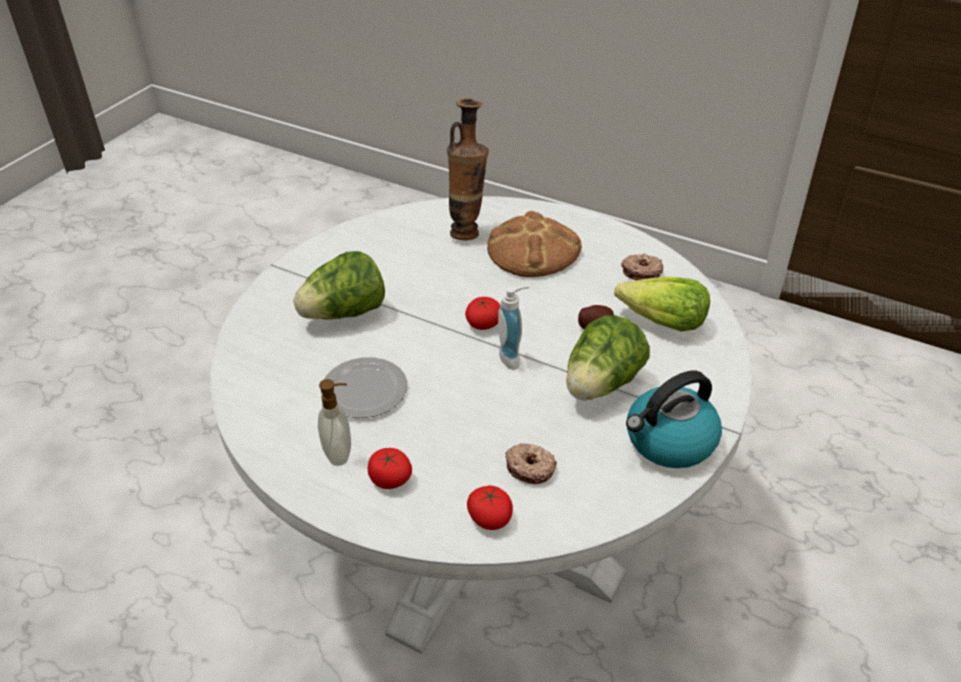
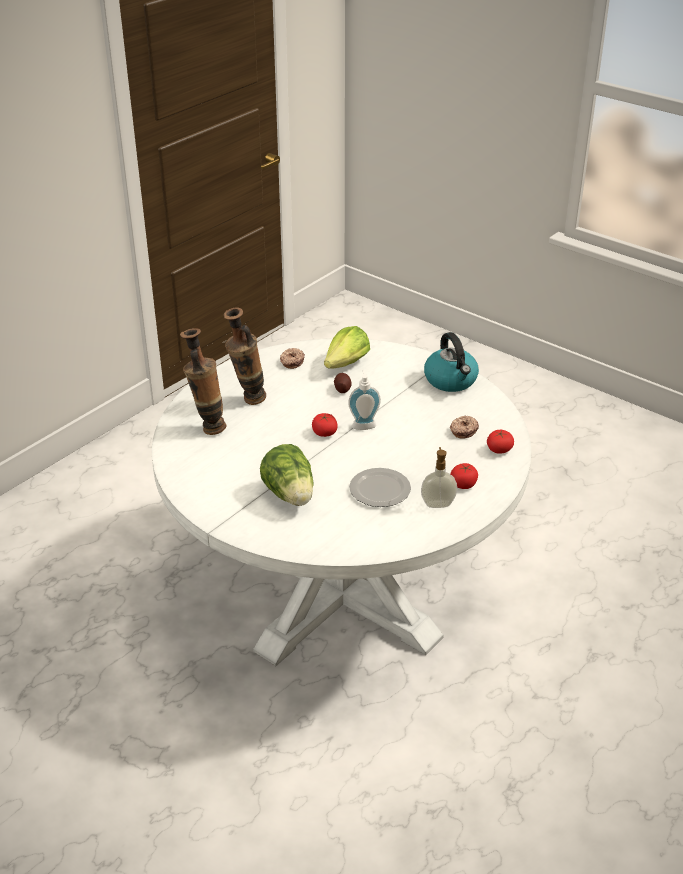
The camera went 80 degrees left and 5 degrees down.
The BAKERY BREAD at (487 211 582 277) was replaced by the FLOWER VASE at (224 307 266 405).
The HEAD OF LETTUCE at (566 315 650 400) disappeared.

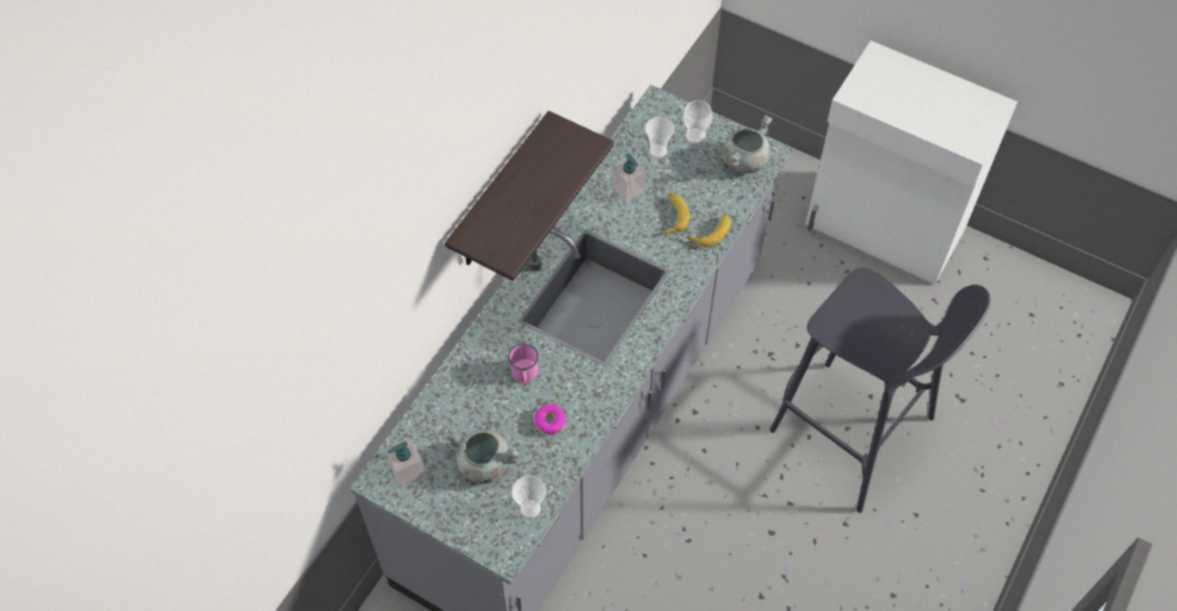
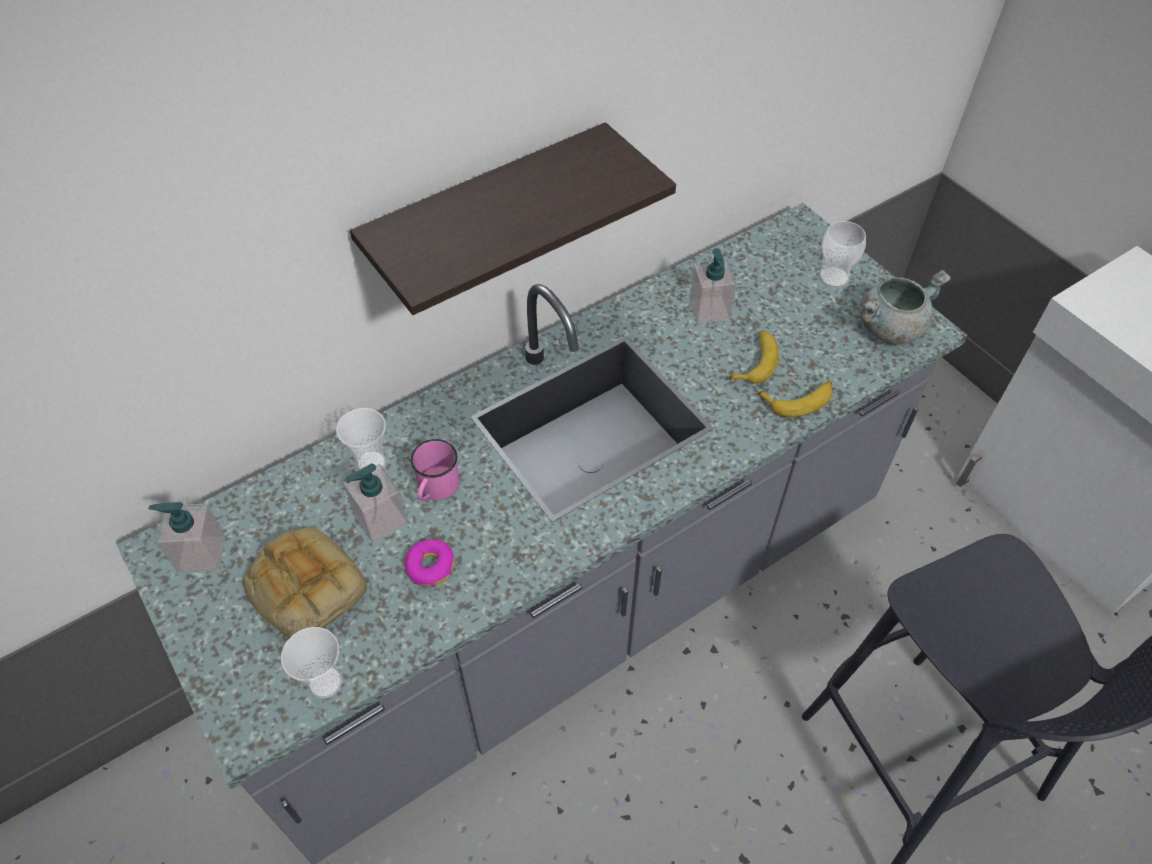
The camera went 25 degrees right and 5 degrees down.
The GREY STOCKPOT at (442 429 520 484) was replaced by the BAKERY BREAD at (243 527 367 638).
The SMALL CUP moved from (645 117 674 158) to (336 408 386 470).
The SOAP DISPENSER at (343 464 408 544) appeared.

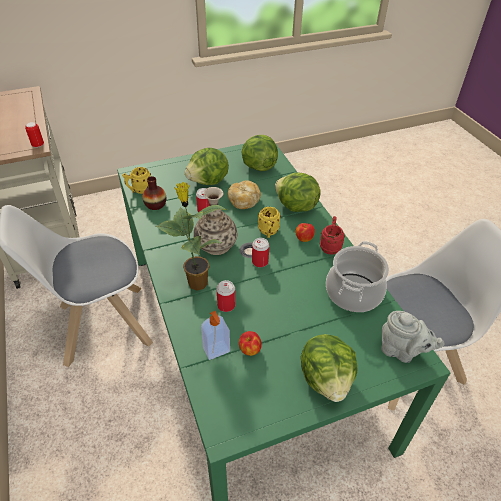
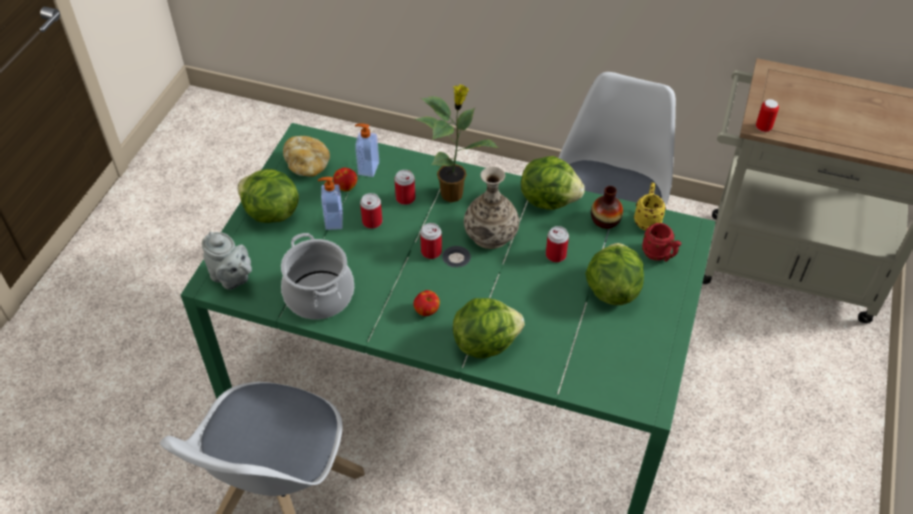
The camera went 130 degrees right and 5 degrees up.
The BAKERY BREAD moved from (227 180 261 209) to (283 136 330 177).
The HEAD OF LETTUCE moved from (242 135 278 171) to (521 156 585 210).
The YELLOW-COLOURED COFFEE MUG at (258 207 281 238) disappeared.
The RED-COLOURED COFFEE MUG moved from (319 216 345 255) to (642 223 681 262).
The GREY TEAPOT at (381 311 444 363) turned 120 degrees counterclockwise.
The SOAP DISPENSER at (318 177 343 230) appeared.
The SEALED CAN at (360 193 382 229) appeared.

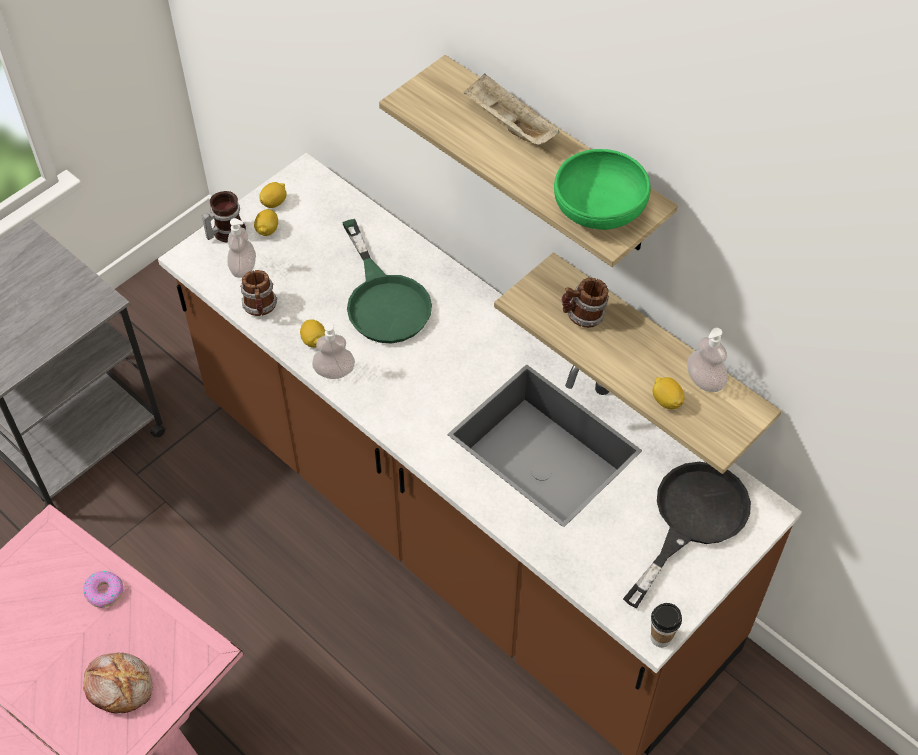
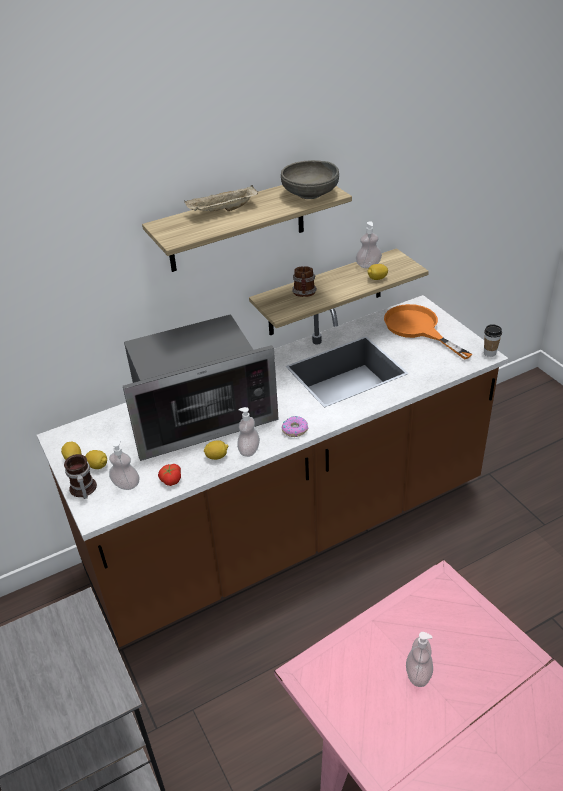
The camera went 70 degrees left and 15 degrees down.
The BAKERY BREAD at (83 652 152 714) disappeared.
The RING DOUGHNUT moved from (84 571 124 608) to (282 416 308 437).
The COFFEE MUG at (240 270 278 316) was replaced by the TOMATO at (158 464 181 486).
The GREEN PAN at (342 219 432 343) was replaced by the MICROWAVE at (123 314 279 461).
The GREEN DEEP DISH at (554 149 651 230) became the GREY DEEP DISH at (281 160 339 199).
The BLACKISH PAN at (623 462 751 608) became the ORANGE-COLOURED PAN at (384 304 472 360).
The SOAP DISPENSER at (406 632 433 687) appeared.

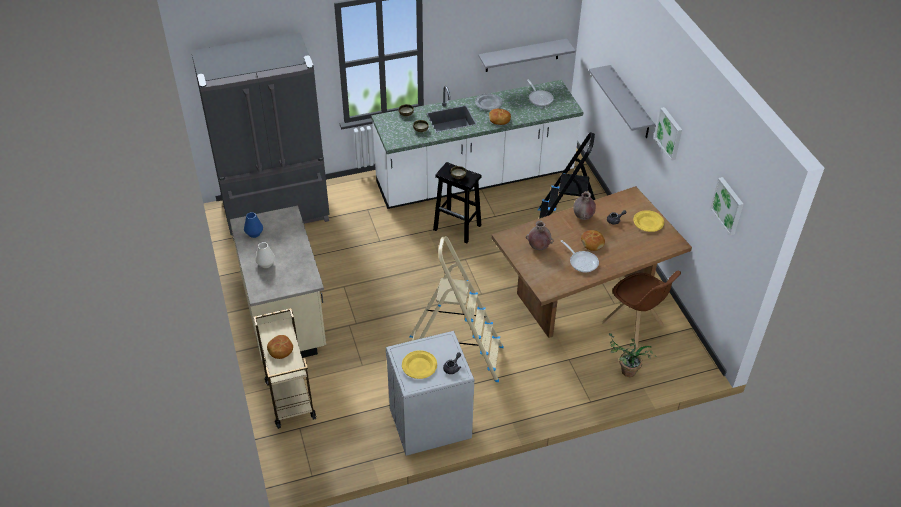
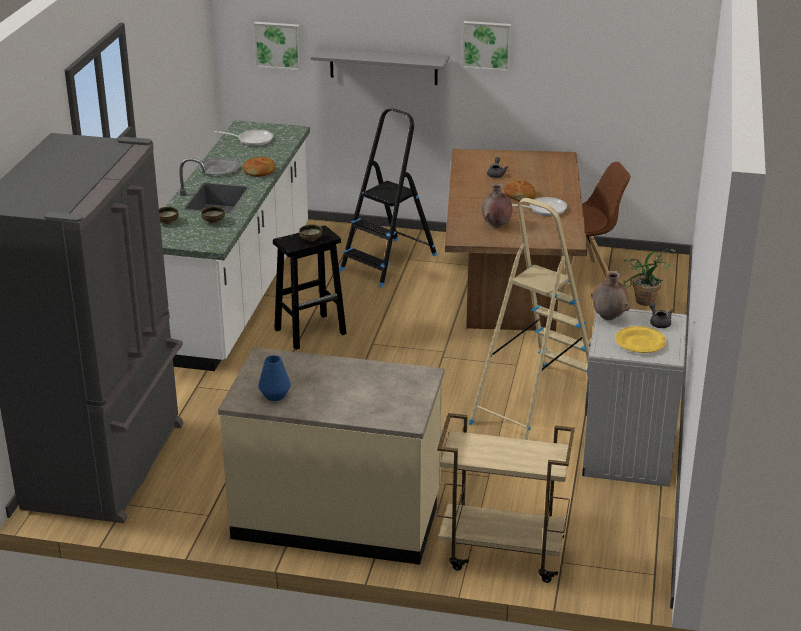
The camera went 60 degrees left and 15 degrees down.
The WHITE FLOWER VASE at (255 242 275 268) disappeared.
The BAKERY BREAD at (267 335 293 359) disappeared.
The GREY SHELF at (478 39 576 72) disappeared.
The BROWNISH FLOWER VASE moved from (573 191 596 220) to (591 271 630 320).
The YELLOW-COLOURED DINNER PLATE at (633 210 664 232) disappeared.
The WALL ART moved from (710 177 743 235) to (254 22 301 70).

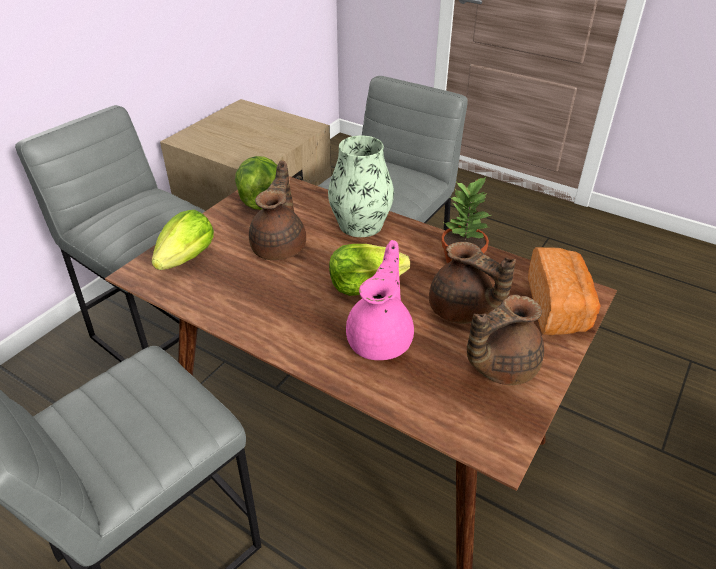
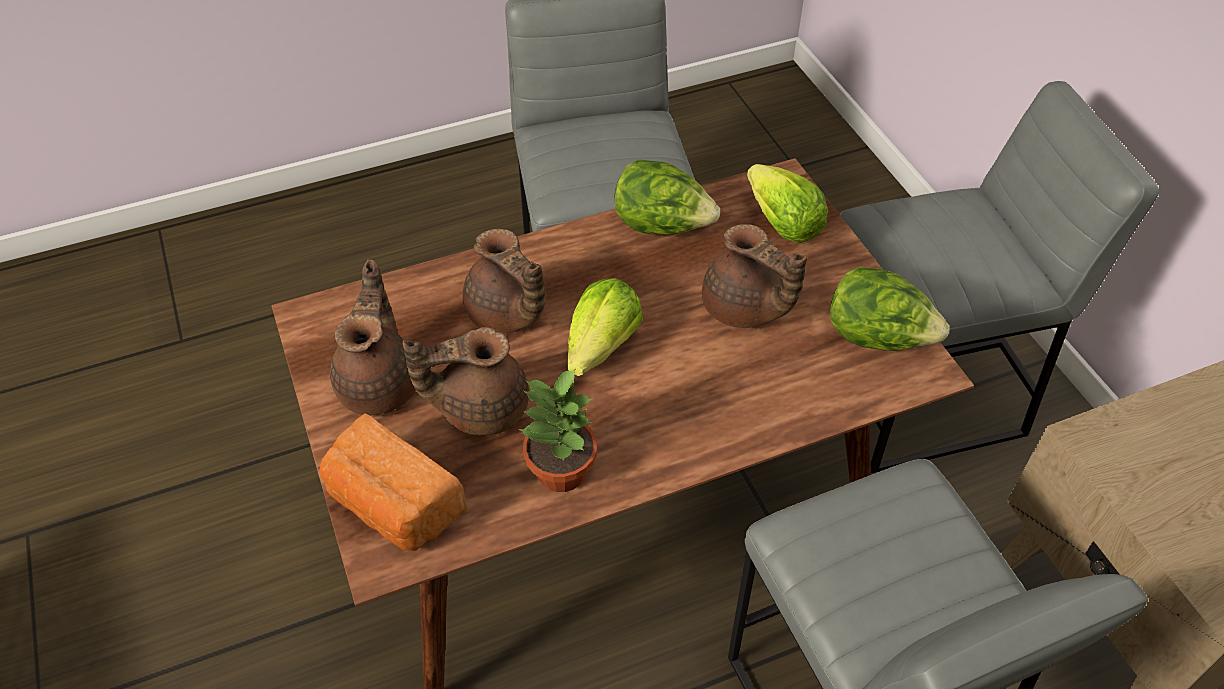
The camera went 125 degrees right and 10 degrees up.
The FLOWER VASE at (328 135 394 237) disappeared.
The PINKISH TEAPOT at (346 240 414 360) became the BROWNISH TEAPOT at (463 229 546 333).
The HEAD OF LETTUCE at (615 160 720 235) appeared.

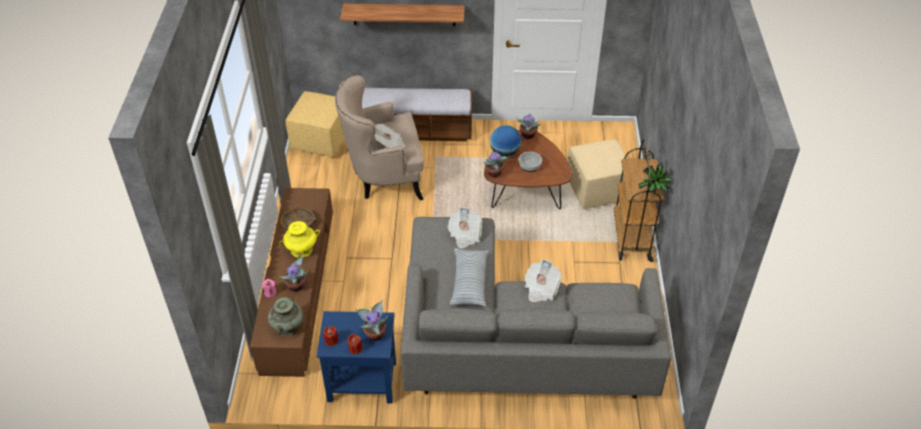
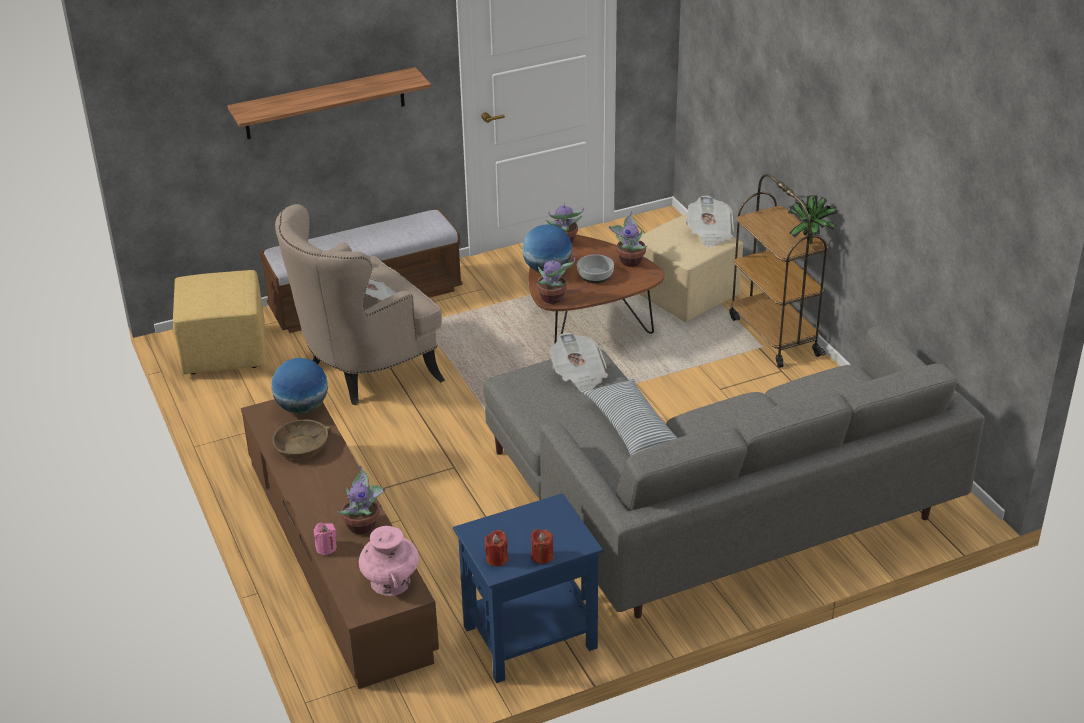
The camera went 25 degrees left and 10 degrees down.
The TURQUOISE FLOWER VASE at (268 297 303 336) became the PINKISH FLOWER VASE at (359 526 419 596).
The YELLOW-COLOURED FLOWER VASE at (279 221 320 258) disappeared.
The PLANT IN A POT moved from (355 300 388 341) to (609 211 648 267).
The NEWSPAPER moved from (524 260 562 302) to (686 195 734 247).
The DESK GLOBE at (271 358 328 414) appeared.

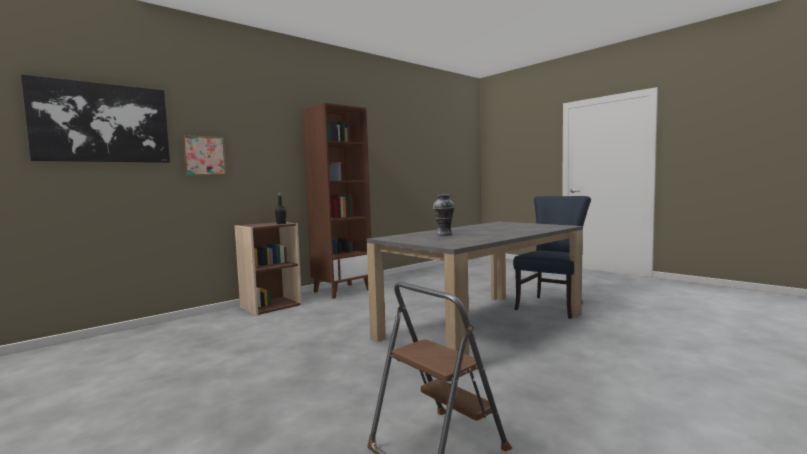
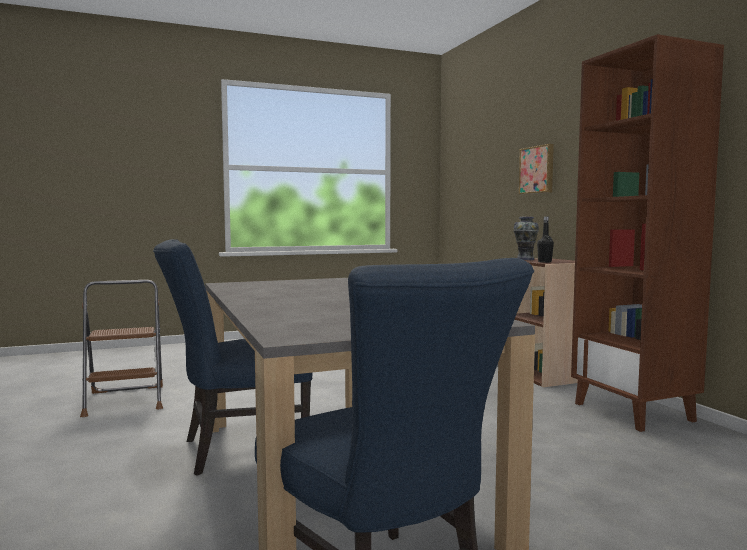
The camera went 110 degrees right and 0 degrees up.
The WALL ART at (21 74 170 163) disappeared.
The FLOWER VASE moved from (433 195 455 236) to (513 217 539 260).
The BLUE-COLOURED CHAIR at (153 239 313 476) appeared.

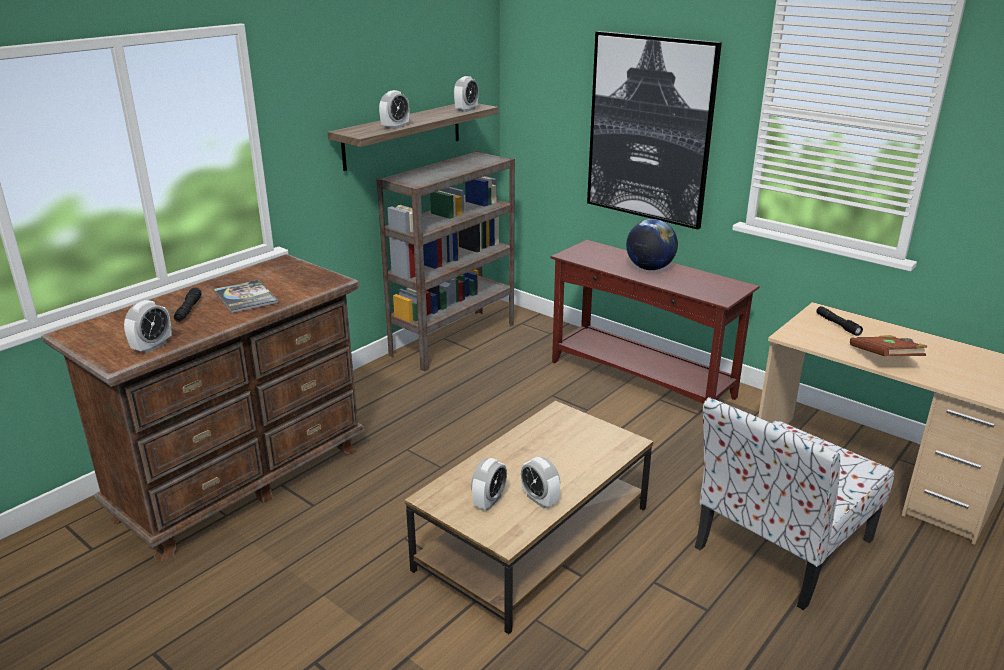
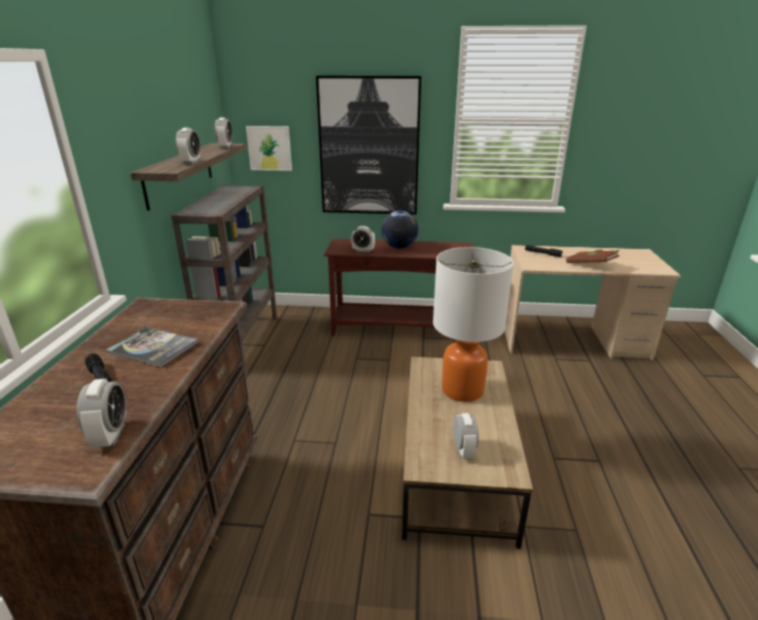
The camera went 35 degrees left and 0 degrees up.
The ALARM CLOCK moved from (521 457 560 509) to (351 226 375 253).
The CHAIR at (695 397 894 610) disappeared.
The WALL ART at (246 126 292 171) appeared.
The TABLE LAMP at (433 247 514 402) appeared.

